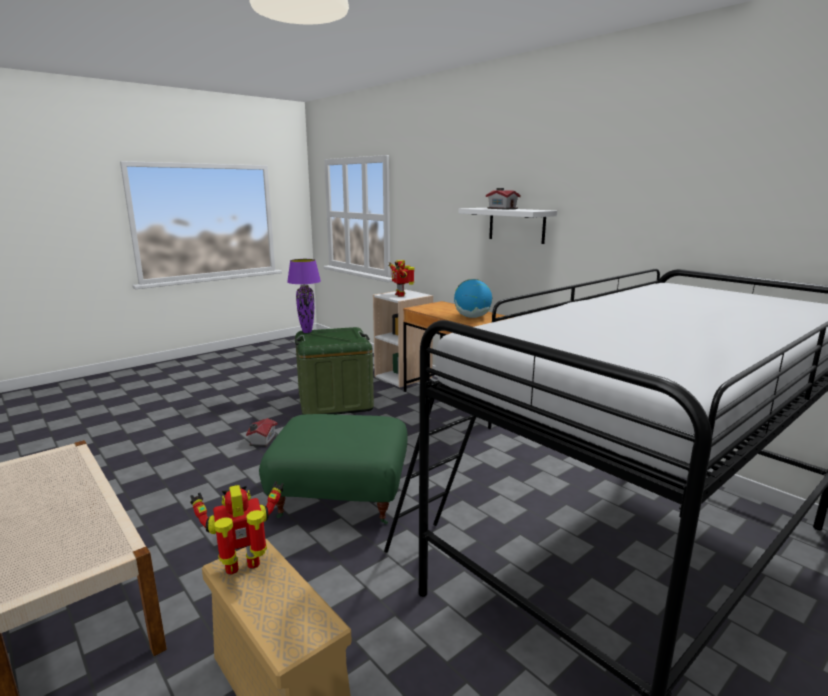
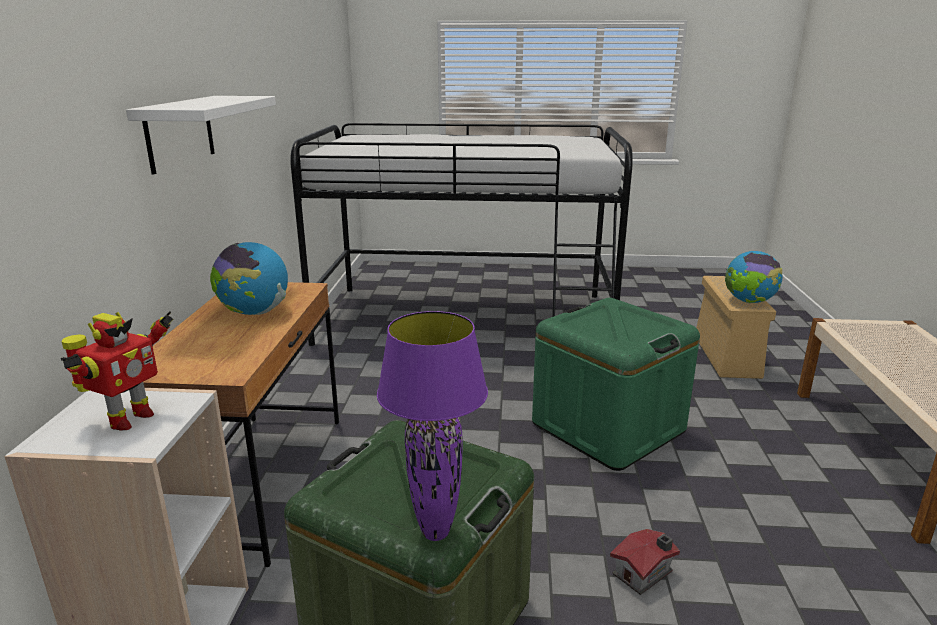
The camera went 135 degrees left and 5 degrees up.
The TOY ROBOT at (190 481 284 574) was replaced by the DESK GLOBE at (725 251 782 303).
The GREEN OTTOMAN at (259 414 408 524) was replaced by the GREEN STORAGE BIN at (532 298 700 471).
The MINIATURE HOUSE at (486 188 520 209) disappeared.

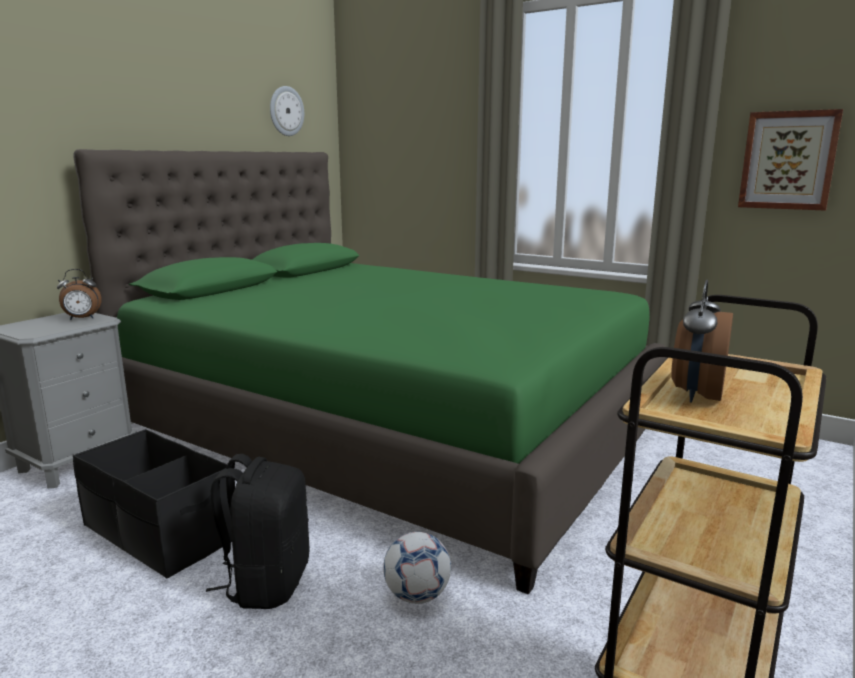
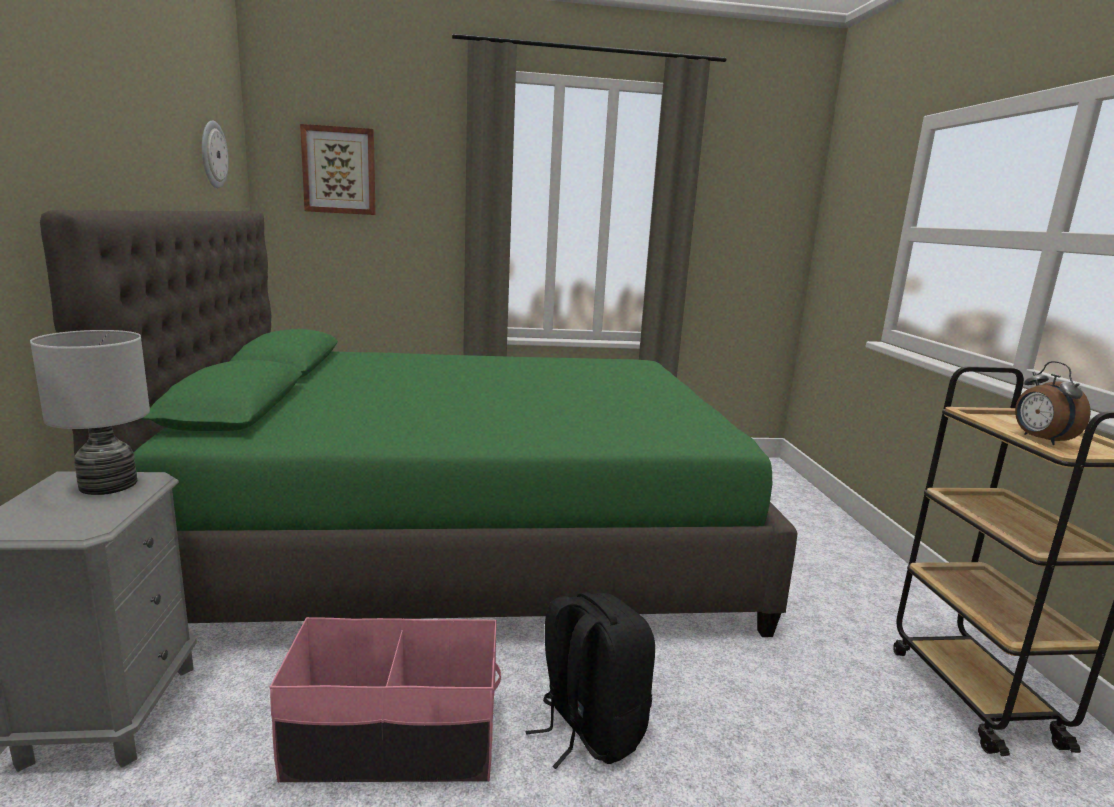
The camera went 40 degrees left and 0 degrees up.
The ALARM CLOCK at (57 269 102 320) was replaced by the GREY TABLE LAMP at (30 330 150 495).
The BLACKISH STORAGE BIN at (73 429 232 579) became the PINKISH STORAGE BIN at (269 617 501 783).
The FOOTBALL BALL at (383 532 451 604) disappeared.
The WALL ART moved from (738 109 843 211) to (300 124 376 215).

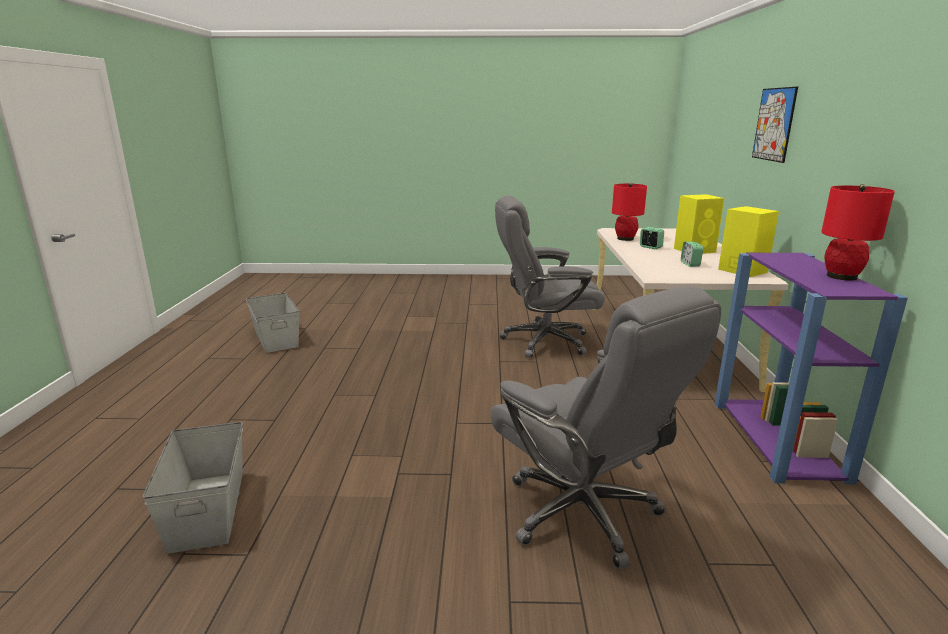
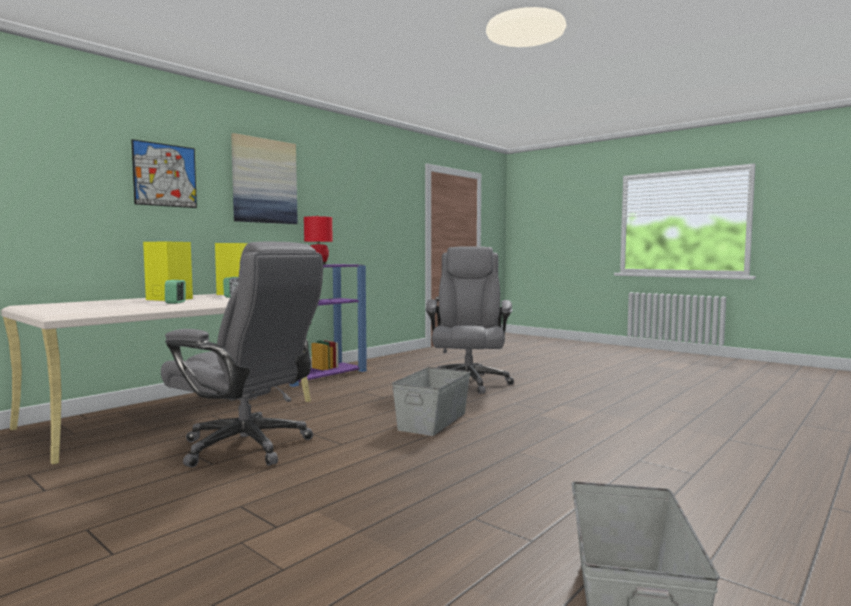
The camera went 140 degrees left and 15 degrees down.
The GREY STORAGE BIN moved from (142 422 243 554) to (392 367 470 436).
The RED-COLOURED TABLE LAMP at (612 183 647 241) disappeared.
The WALL ART at (231 133 298 224) appeared.

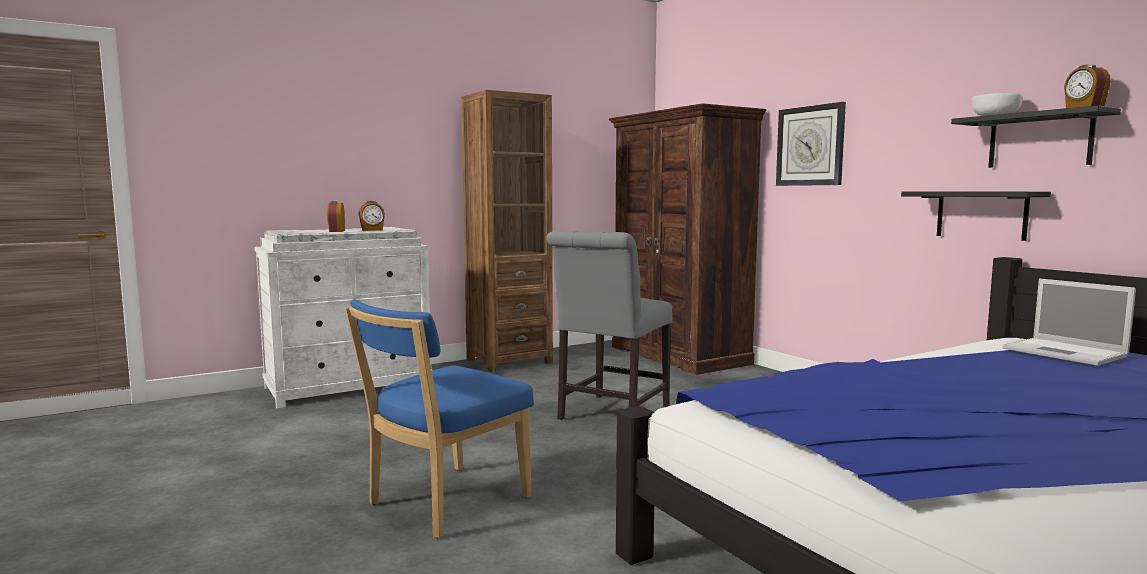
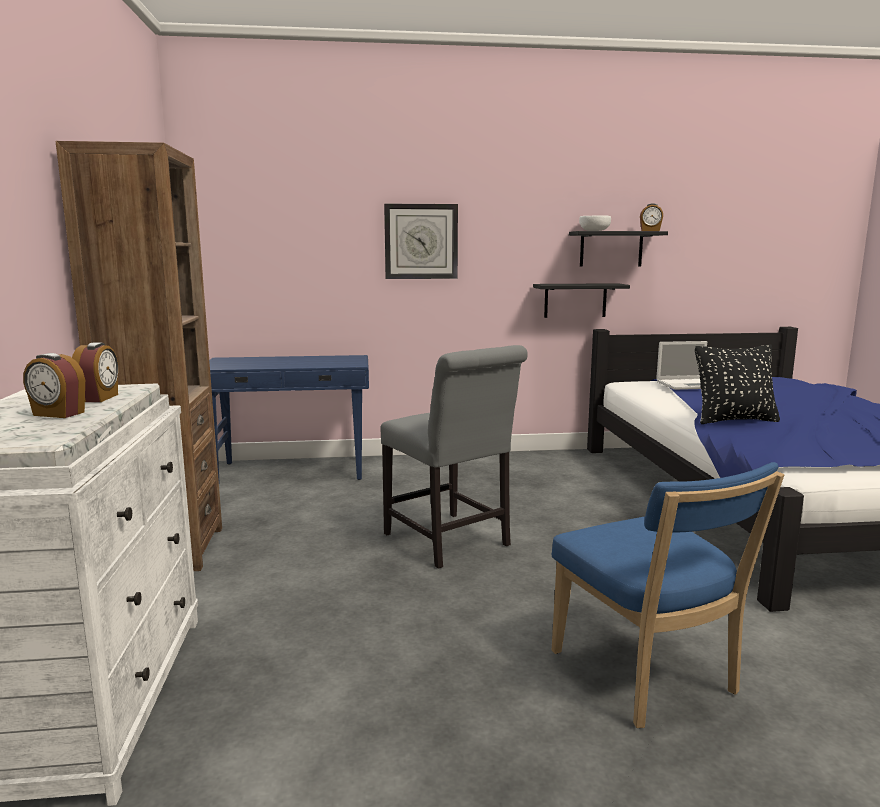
The camera went 65 degrees left and 5 degrees up.
The BROWNISH CLOTHES CUPBOARD at (609 103 766 375) was replaced by the BLUE-COLOURED HALL TABLE at (209 355 369 480).
The BLACKISH THROW PILLOW at (695 345 780 424) appeared.

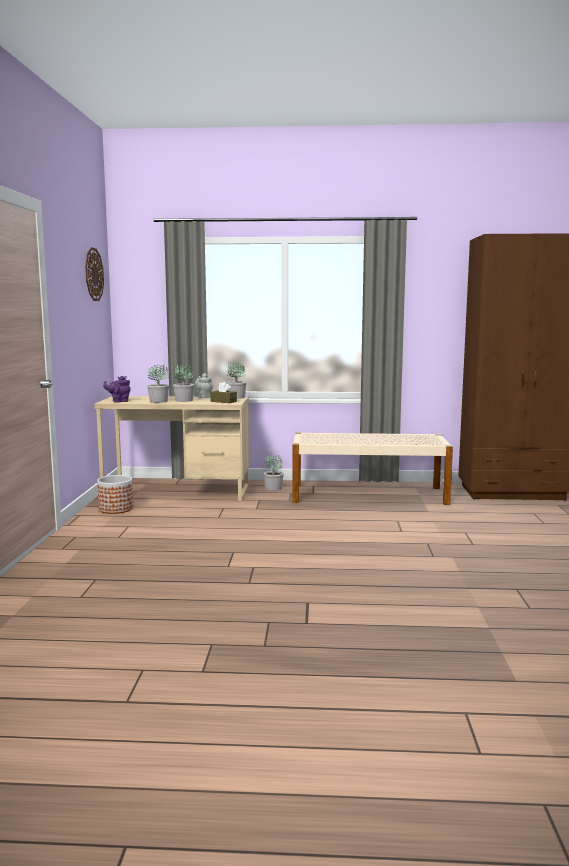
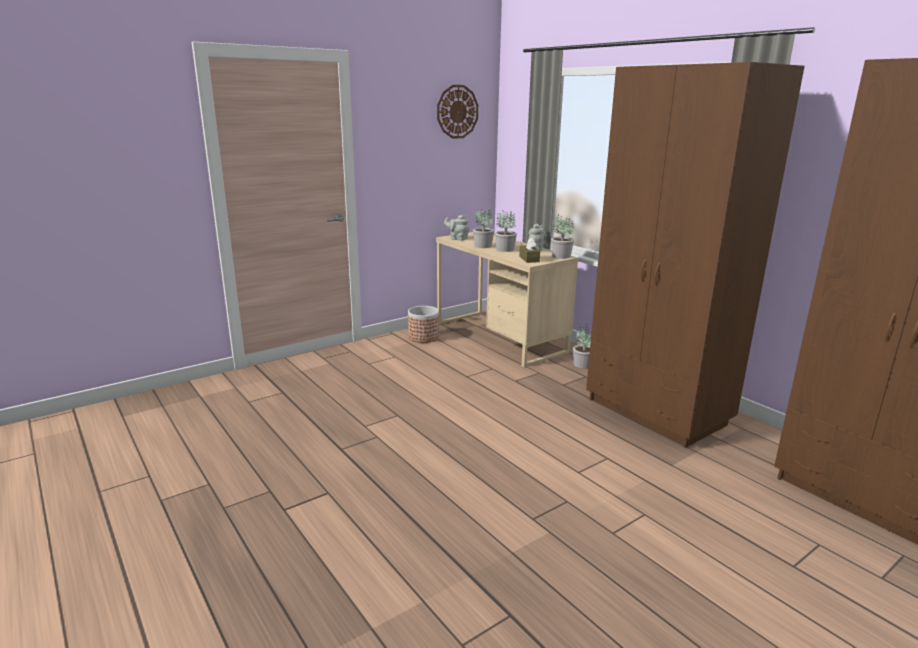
The camera went 50 degrees right and 10 degrees up.
The PURPLISH TEAPOT at (103 376 131 403) became the GREY TEAPOT at (444 215 469 241).
The SAND-COLOURED BENCH at (292 432 453 505) was replaced by the BROWNISH CLOTHES CUPBOARD at (586 62 805 448).

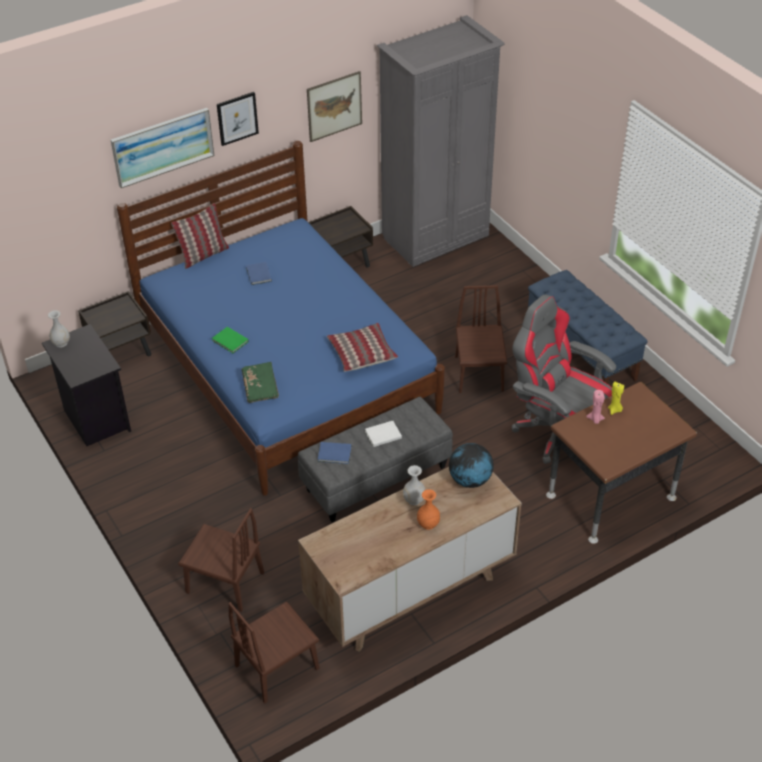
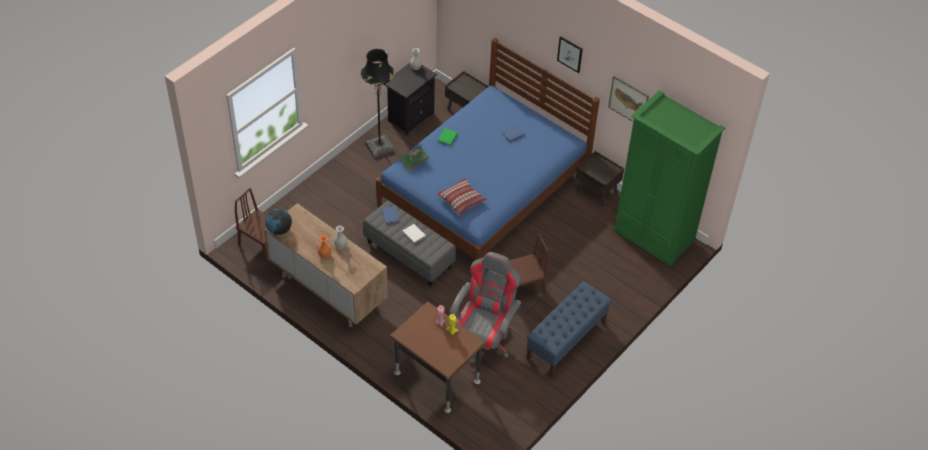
The camera went 70 degrees right and 5 degrees up.
The WALL ART at (111 108 214 188) disappeared.
The THROW PILLOW at (171 203 229 269) disappeared.
The BROWNISH CHAIR at (178 508 264 612) disappeared.
The GREY CLOTHES CUPBOARD at (377 15 505 267) became the GREEN CLOTHES CUPBOARD at (614 90 725 266).
The DESK GLOBE moved from (449 443 494 488) to (265 209 292 235).
The BLACKISH FLOOR LAMP at (361 49 395 159) appeared.

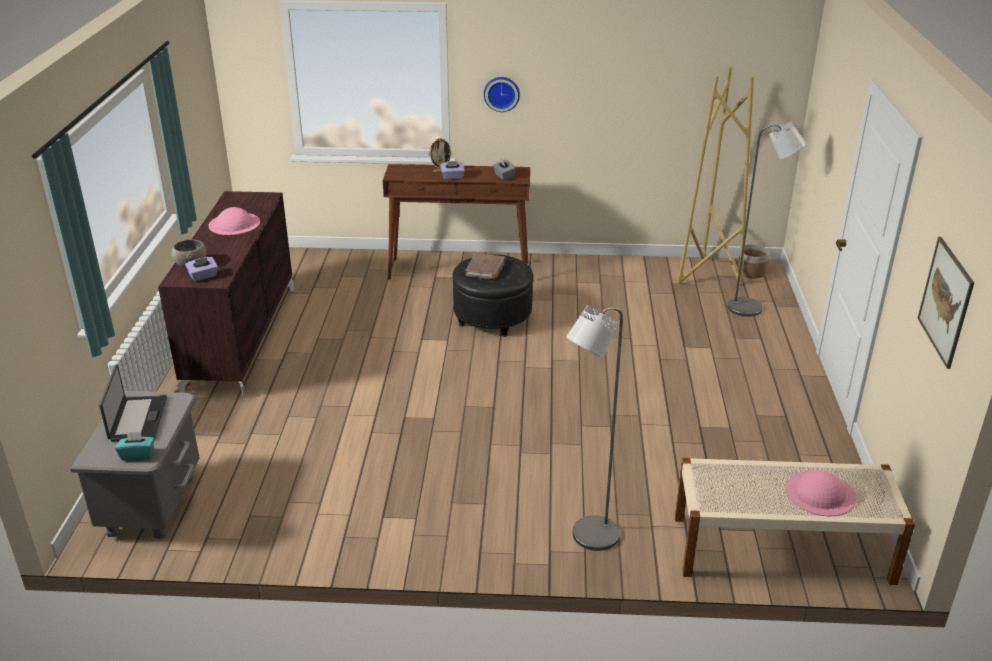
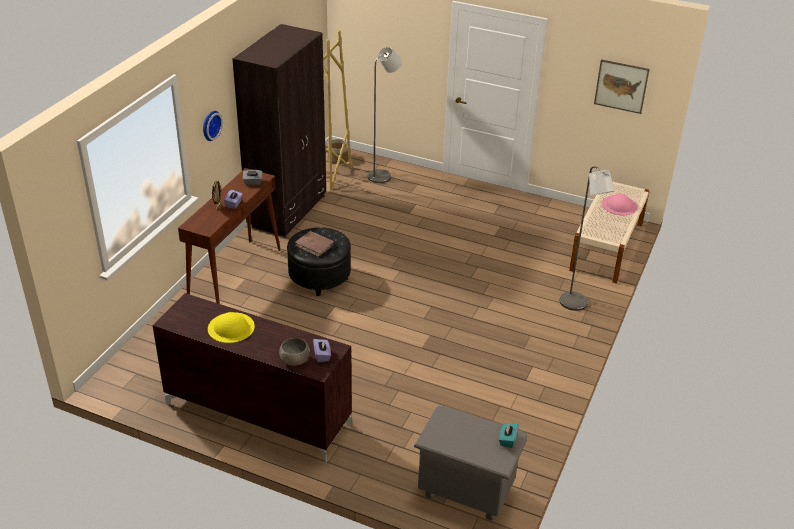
The camera went 70 degrees left and 5 degrees up.
The PORTABLE COMPUTER at (99 364 167 442) disappeared.
The PINKISH WEARABLE HAT at (208 207 260 235) became the YELLOW-COLOURED WEARABLE HAT at (208 312 255 343).
The BROWNISH CLOTHES CUPBOARD at (232 24 326 237) appeared.

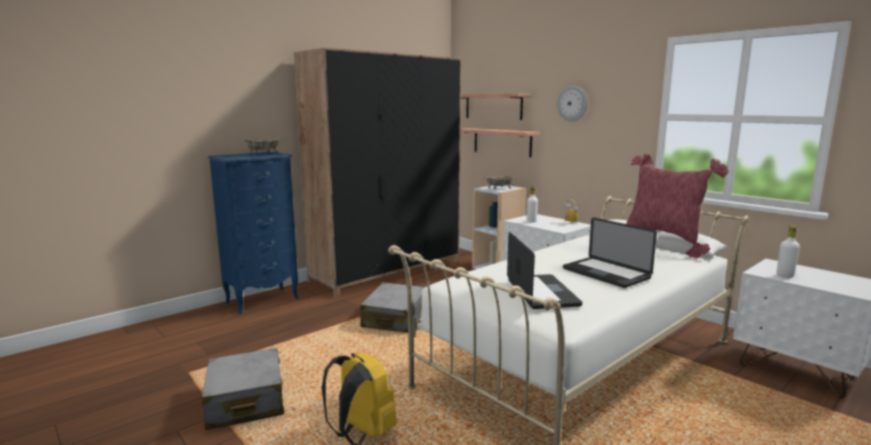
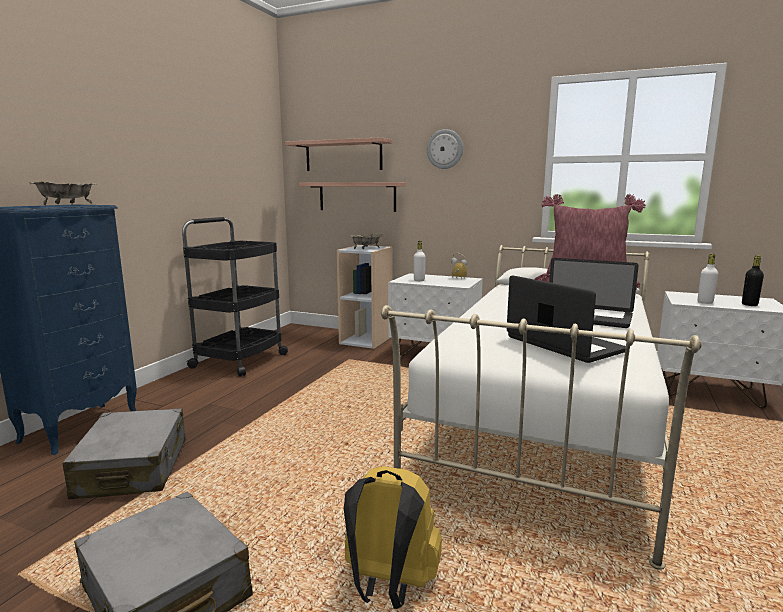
The camera went 25 degrees left and 0 degrees up.
The BLACKISH CLOTHES CUPBOARD at (294 48 461 297) was replaced by the BLACKISH CART at (182 217 288 377).
The GREY TRAVEL CASE moved from (360 282 425 333) to (63 408 186 499).
The BLACKISH BEVERAGE BOTTLE at (742 255 764 306) appeared.

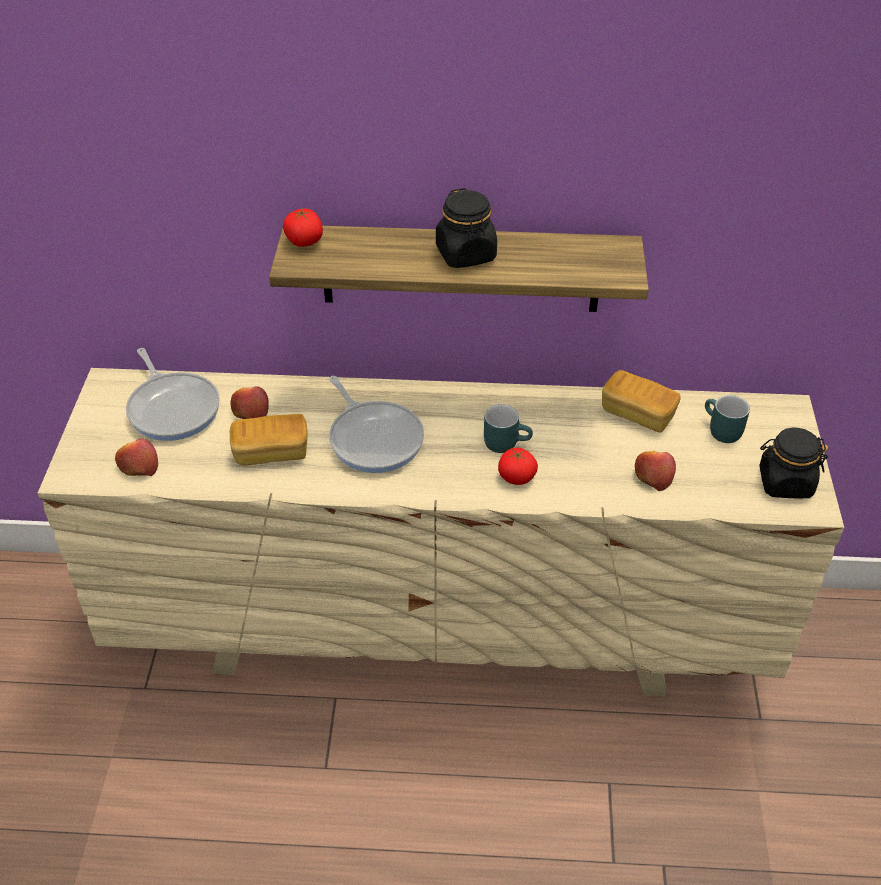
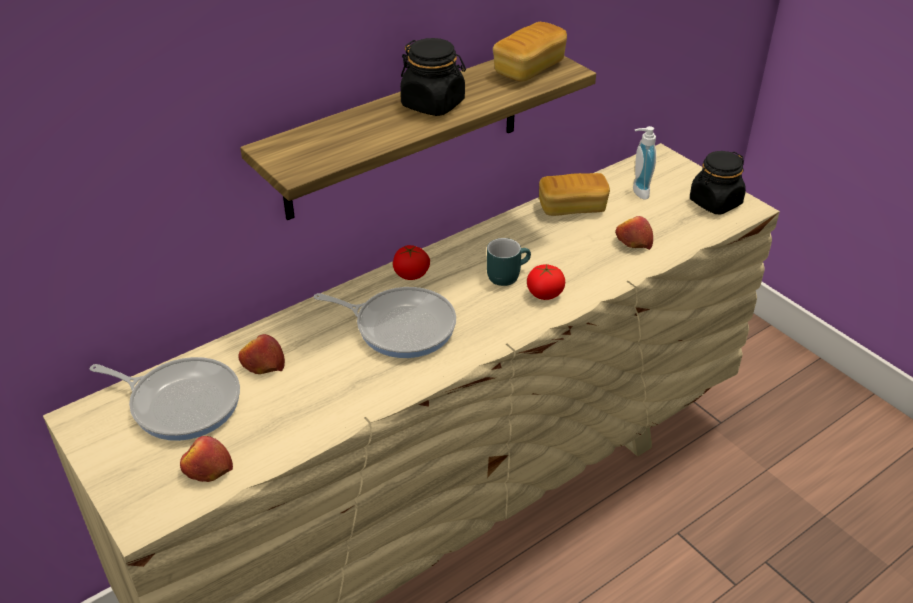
The camera went 40 degrees left and 5 degrees down.
The BAKERY BREAD moved from (230 414 308 465) to (493 22 567 82).
The TOMATO moved from (283 208 323 247) to (393 245 430 280).
The TURQUOISE COFFEE MUG at (705 395 750 443) was replaced by the SOAP DISPENSER at (633 126 656 200).

